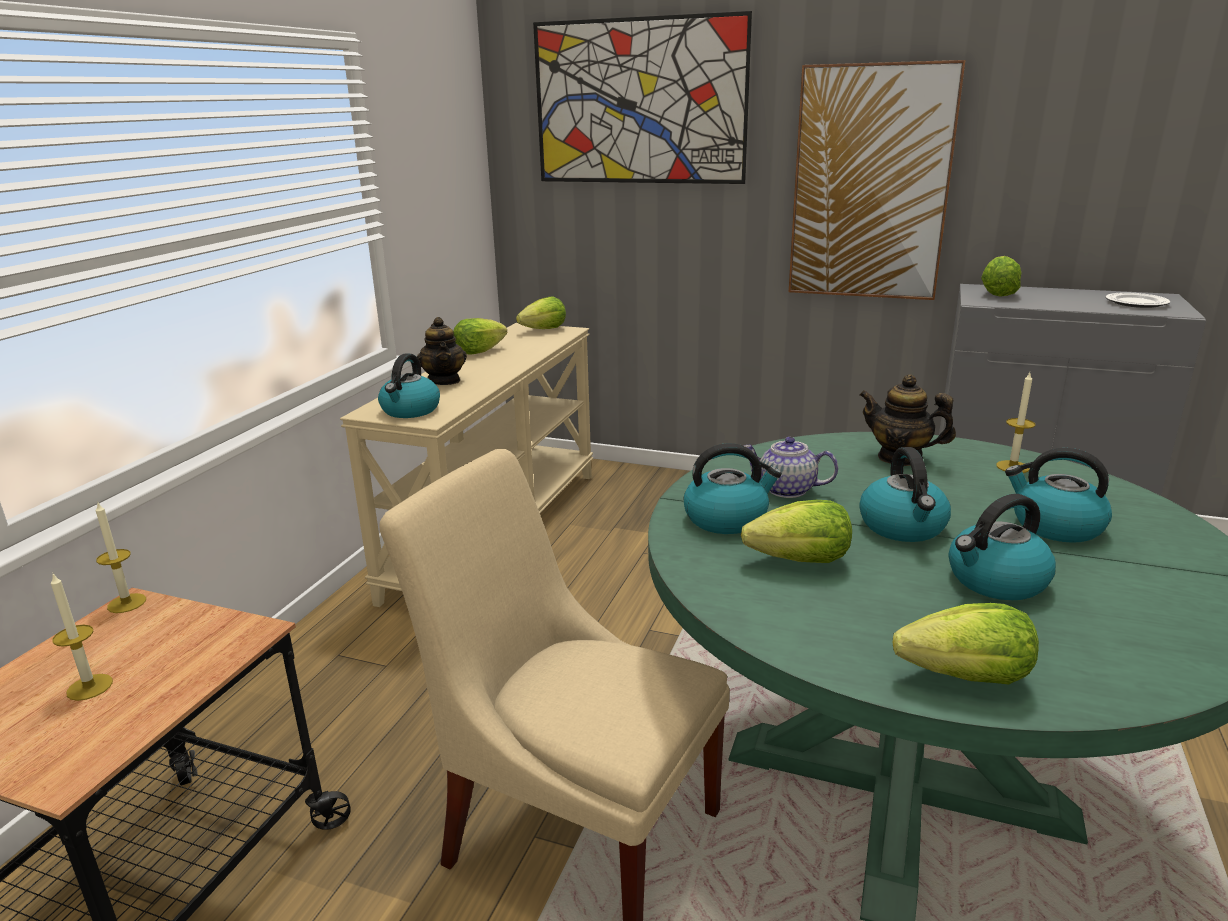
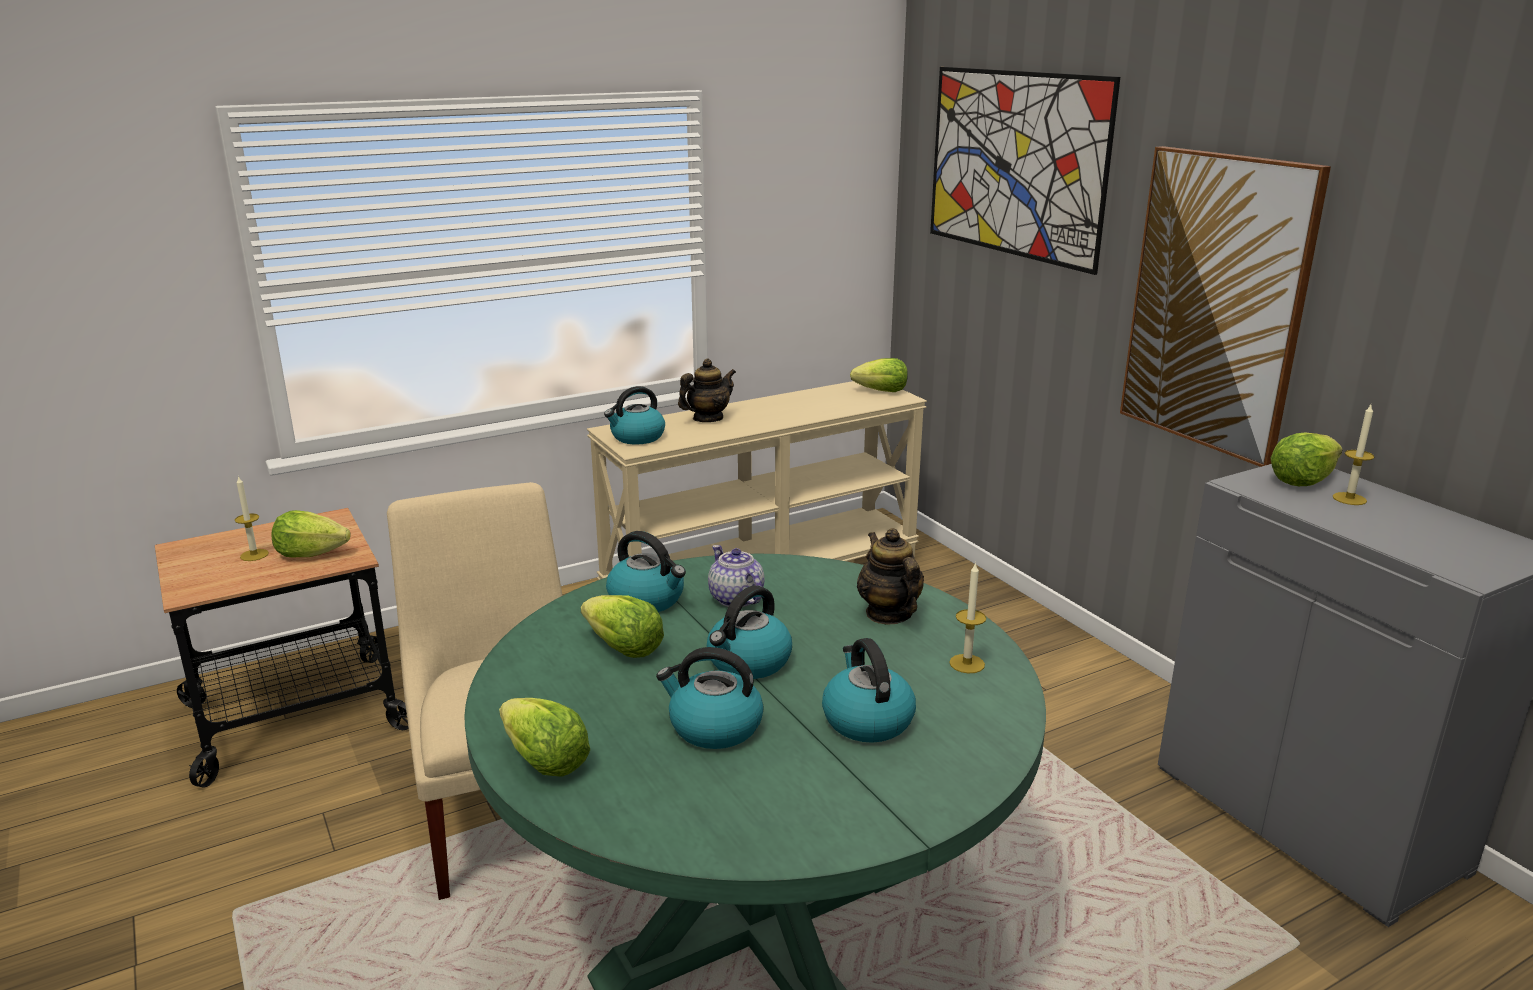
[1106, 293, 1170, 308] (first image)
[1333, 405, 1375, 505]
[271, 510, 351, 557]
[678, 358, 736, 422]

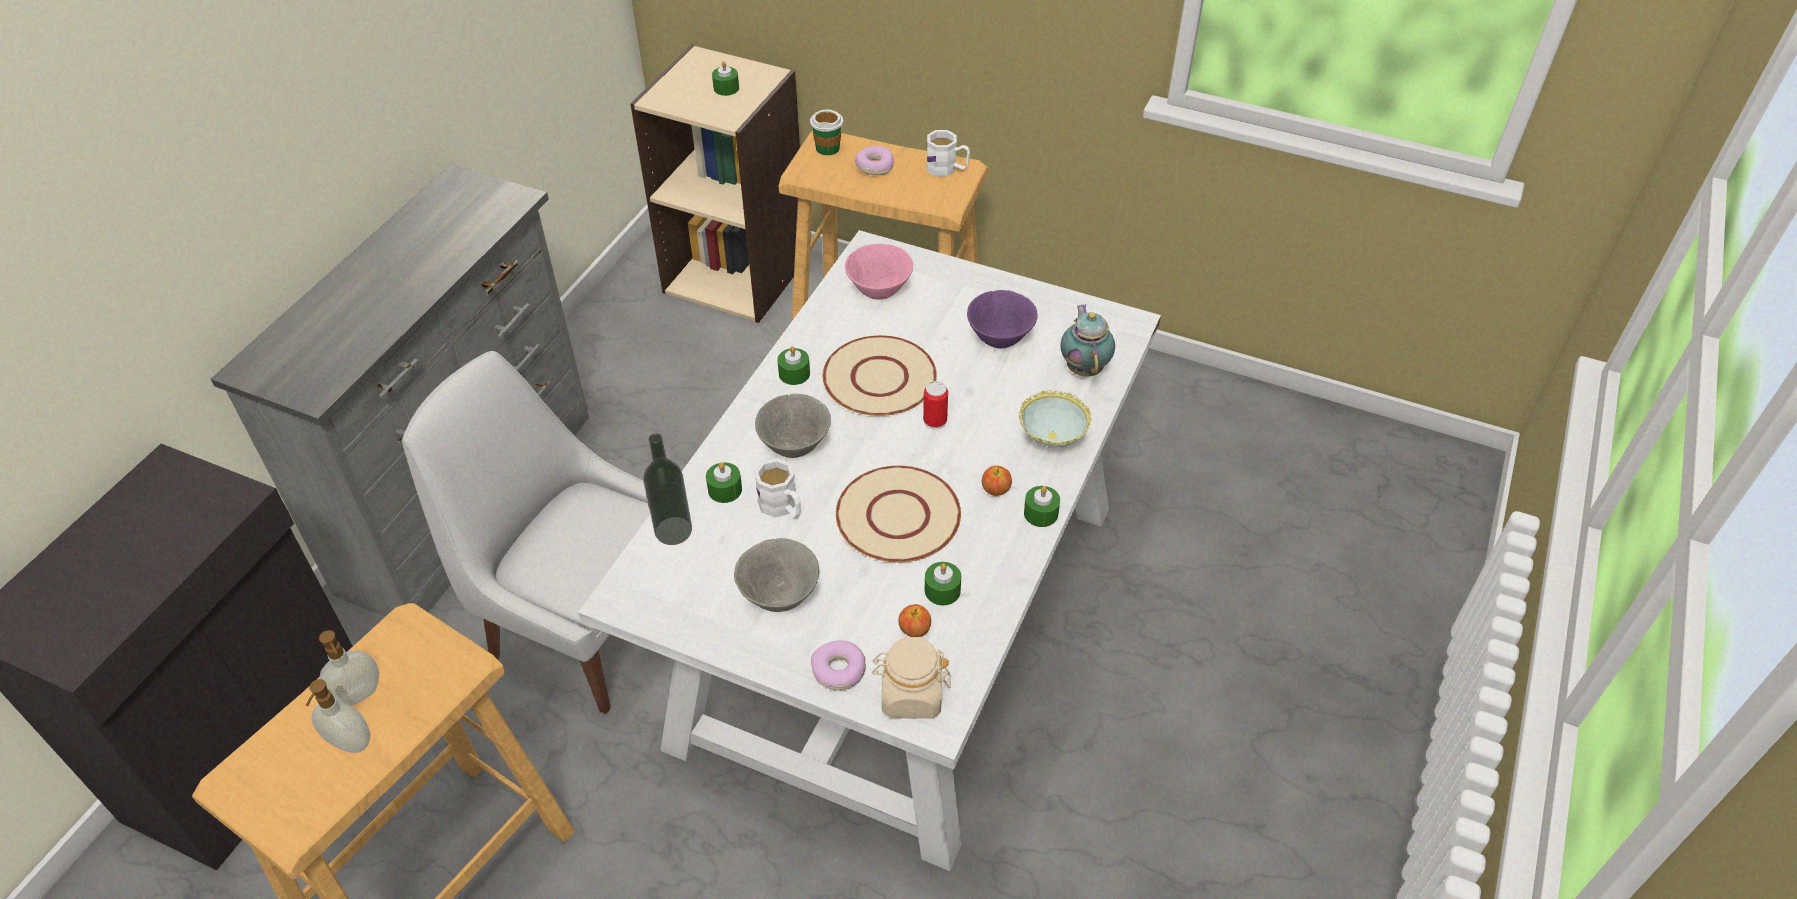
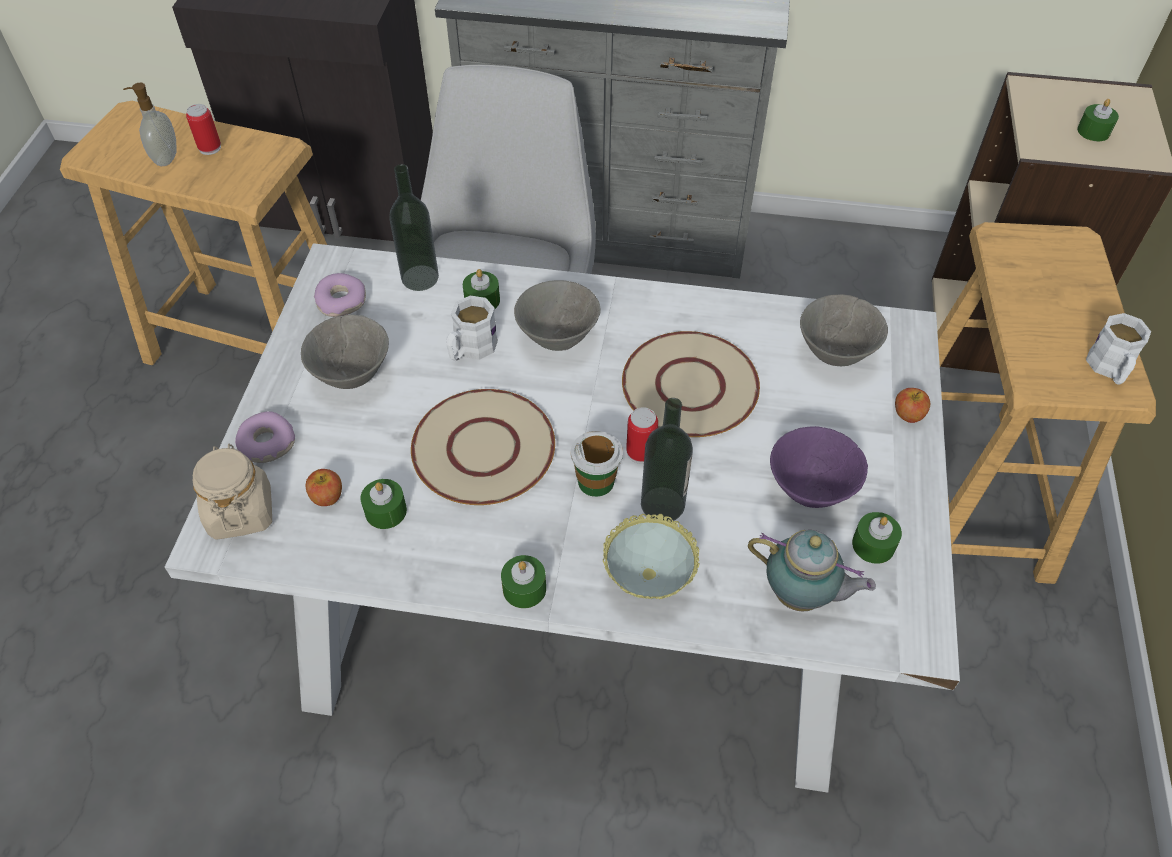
[641, 398, 693, 521]
[852, 512, 902, 564]
[571, 431, 623, 497]
[314, 273, 366, 317]
[895, 388, 930, 423]
[186, 104, 221, 155]
[800, 294, 888, 366]
[748, 530, 876, 611]

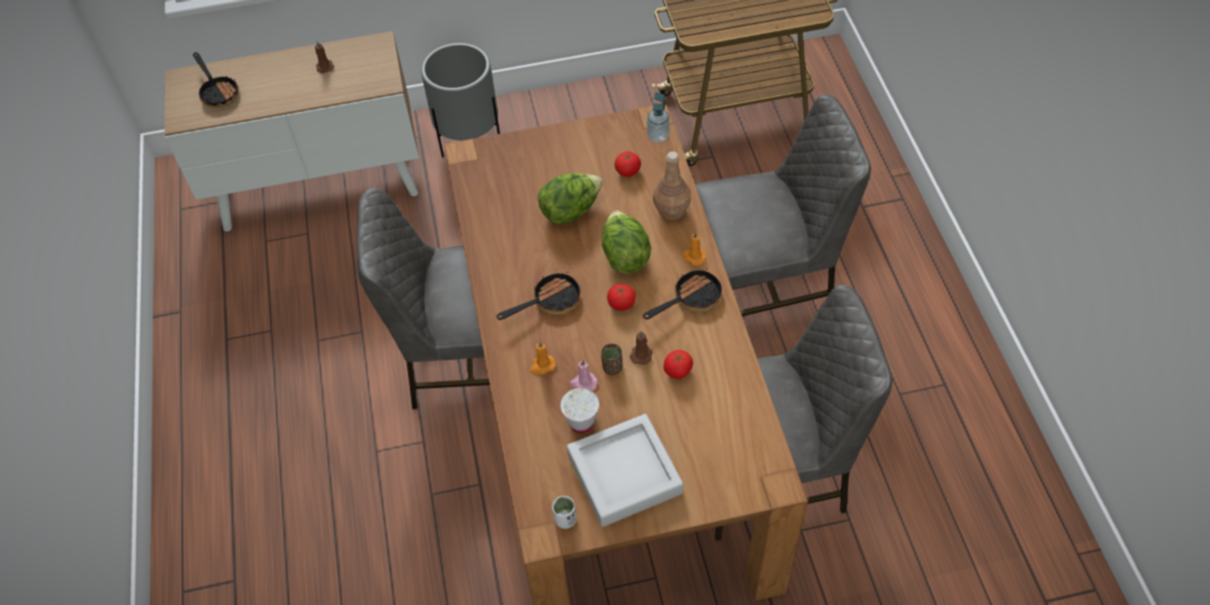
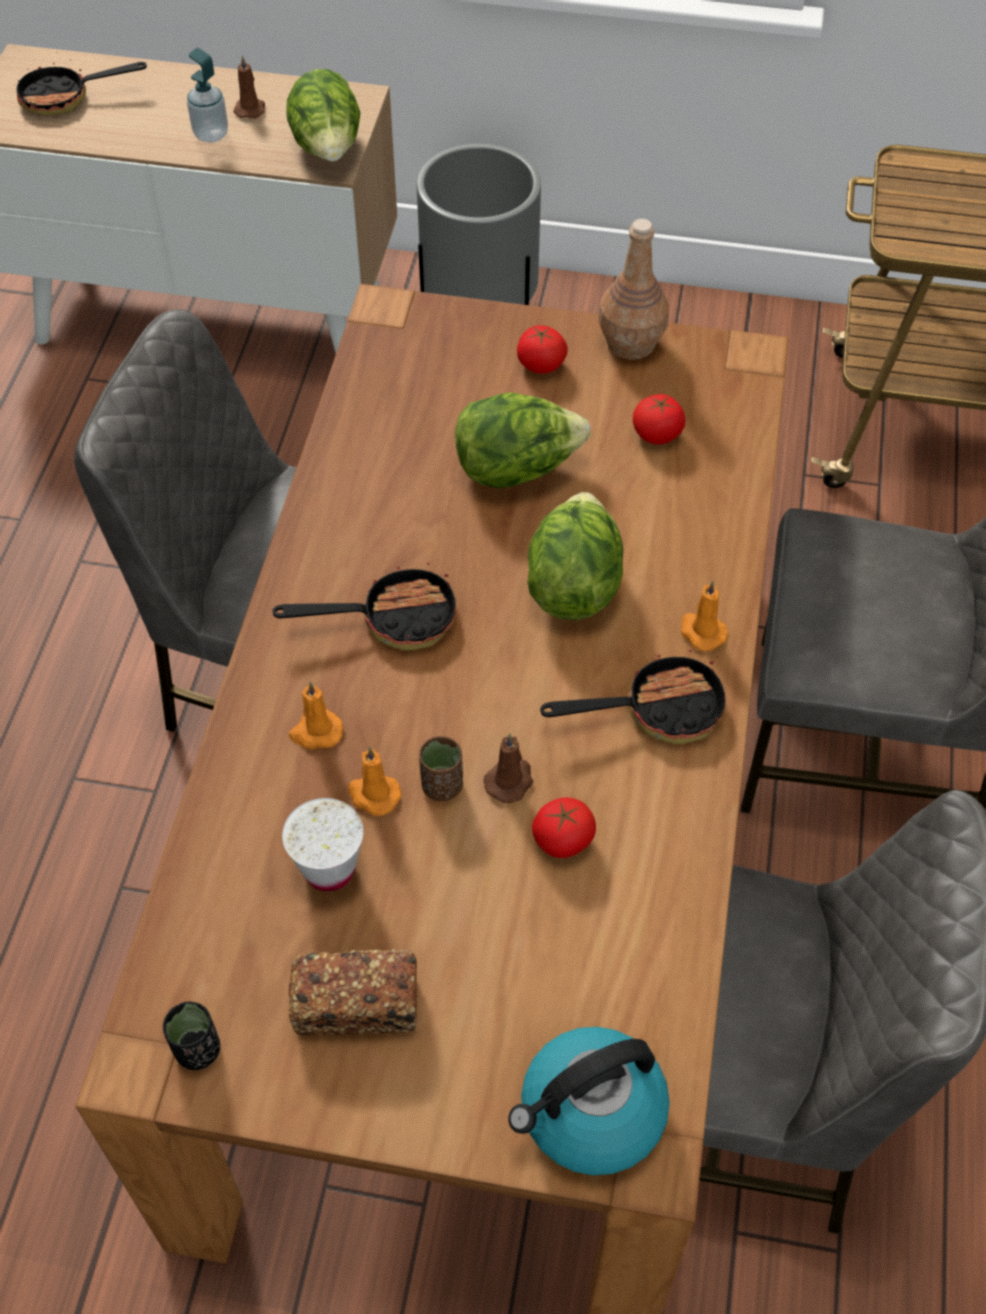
[286, 69, 360, 161]
[508, 1027, 670, 1176]
[517, 325, 568, 374]
[187, 48, 228, 143]
[598, 219, 669, 360]
[289, 949, 417, 1035]
[163, 1002, 220, 1070]
[348, 747, 401, 816]
[14, 52, 147, 116]

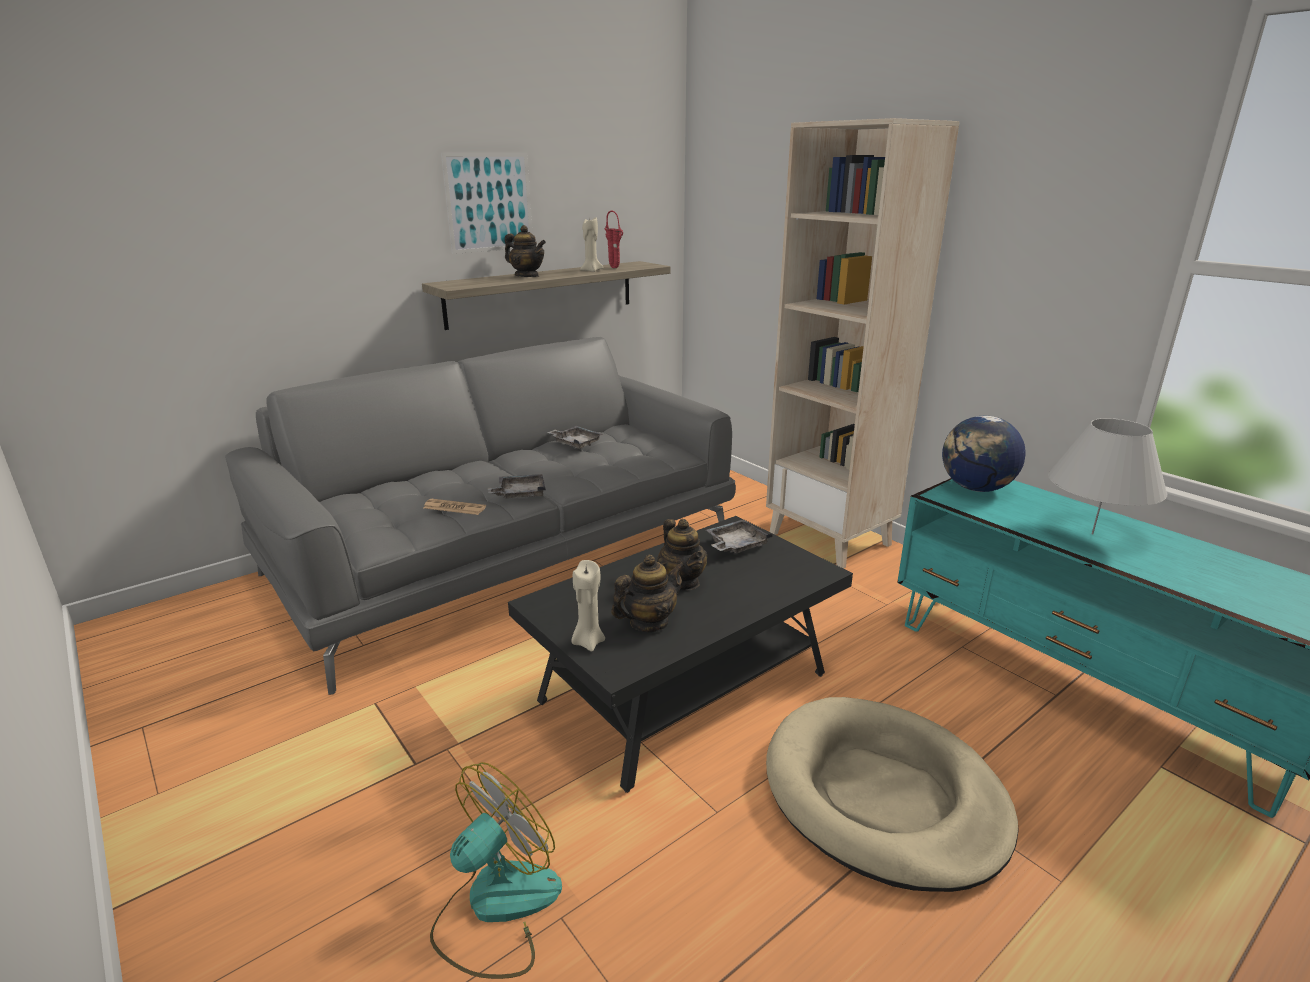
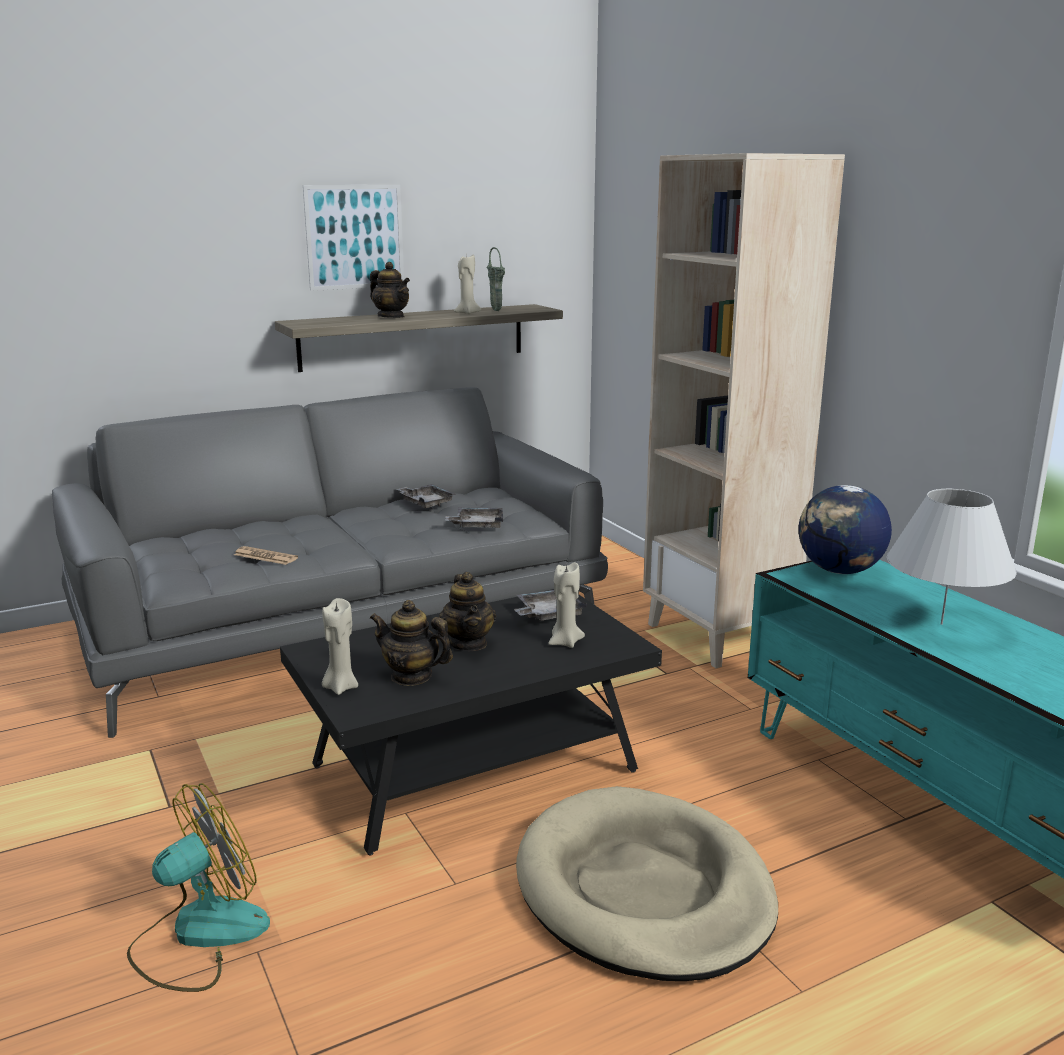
[548, 562, 585, 648]
[445, 507, 503, 528]
[487, 247, 505, 311]
[370, 600, 453, 686]

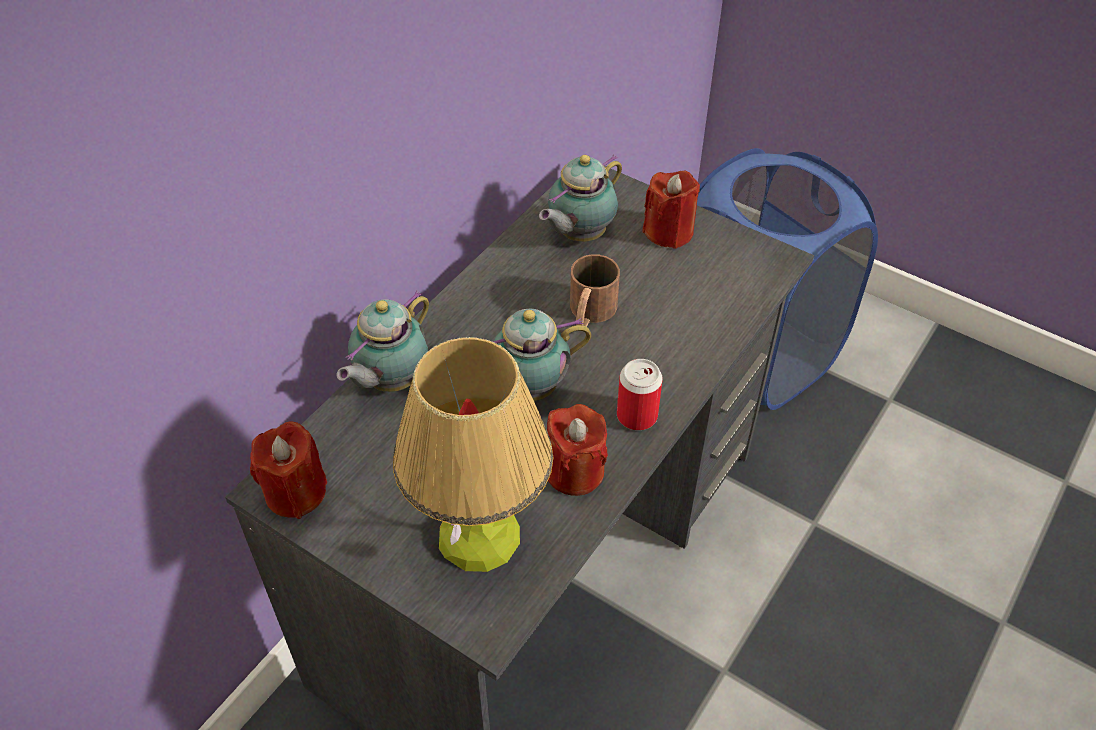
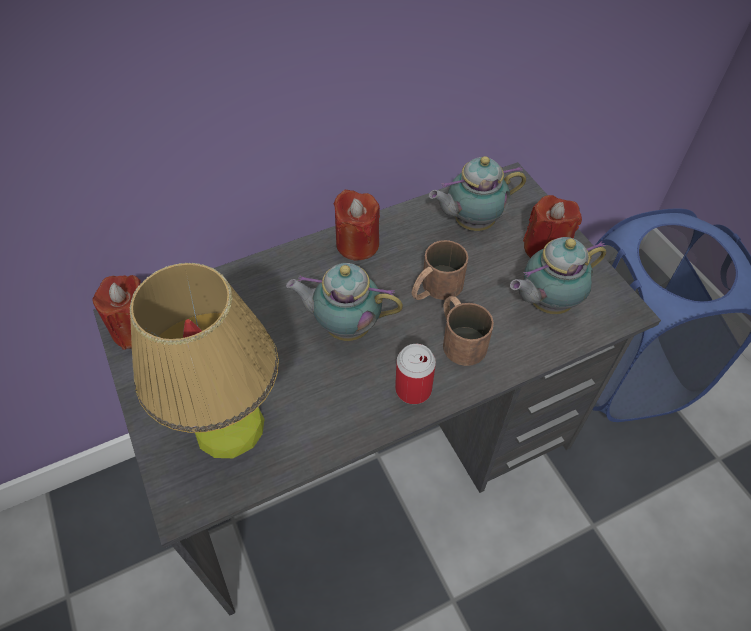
[443, 296, 494, 366]
[510, 237, 606, 314]
[334, 190, 380, 260]

